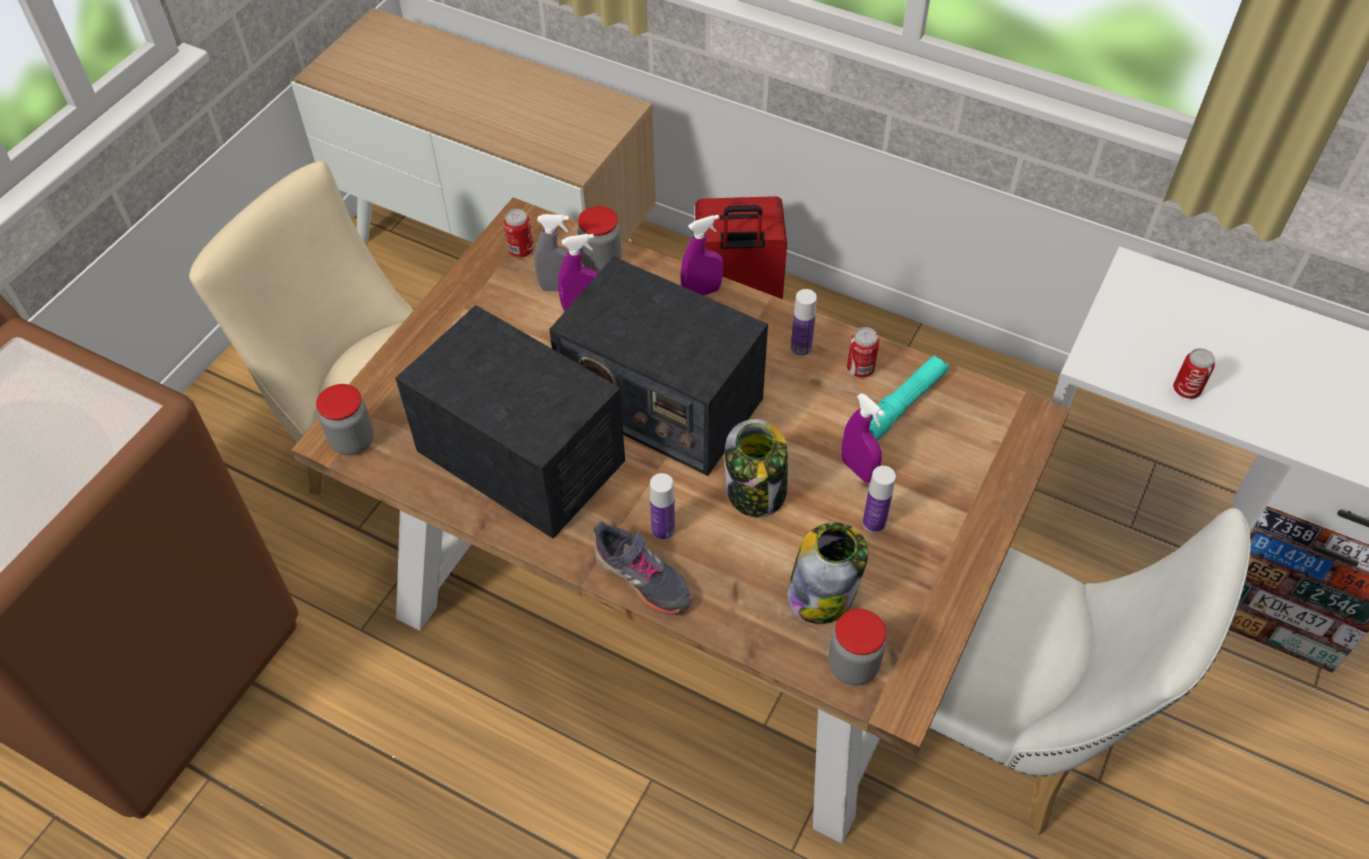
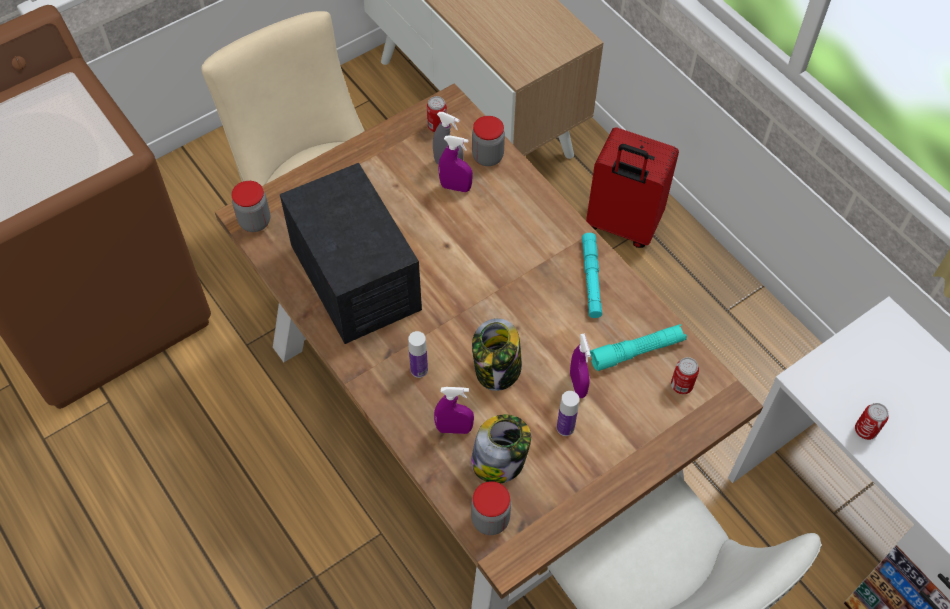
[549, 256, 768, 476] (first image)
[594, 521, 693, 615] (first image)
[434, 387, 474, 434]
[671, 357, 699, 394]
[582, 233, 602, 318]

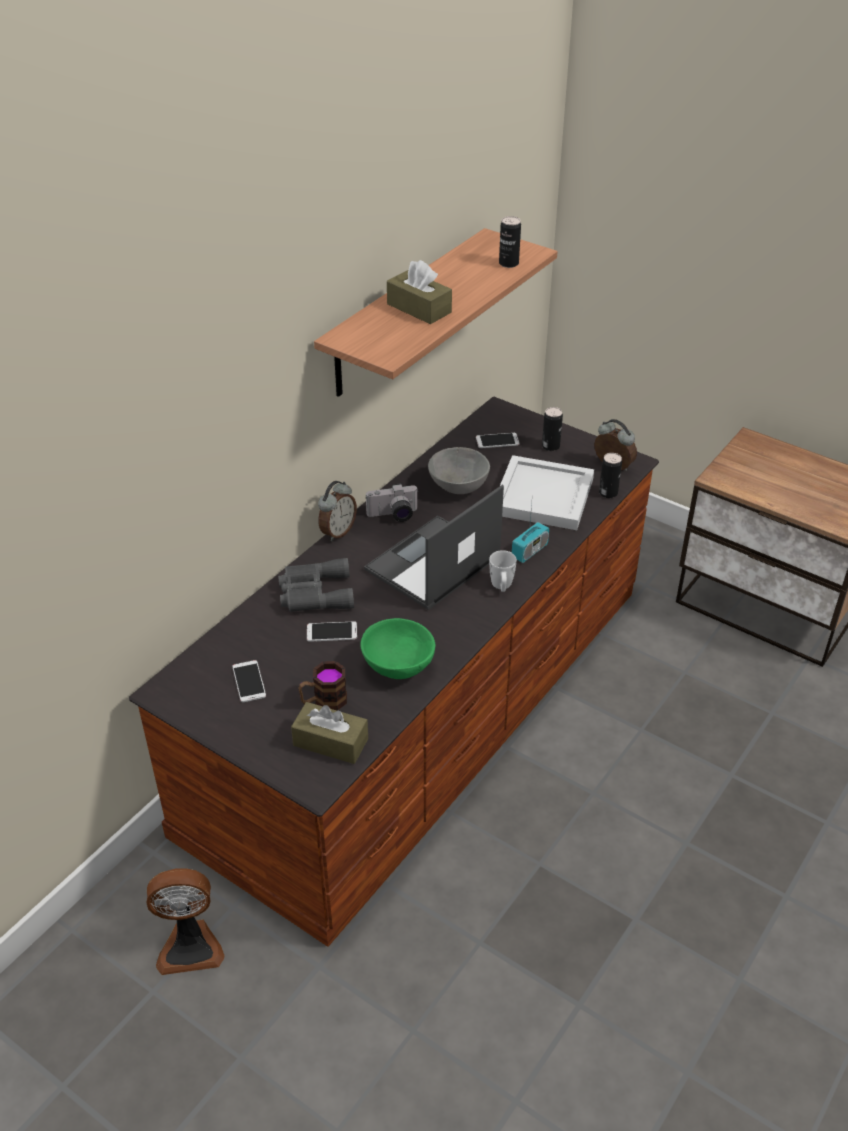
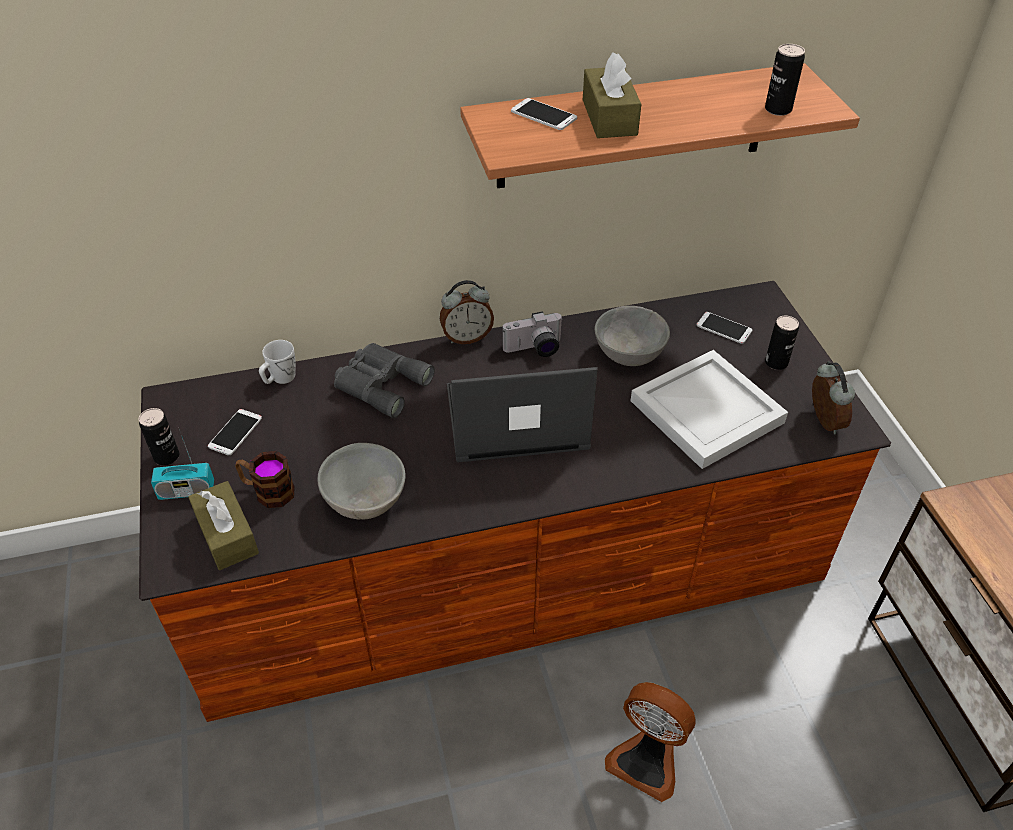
[605, 682, 696, 802]
[511, 98, 577, 130]
[259, 340, 296, 384]
[151, 429, 214, 500]
[139, 408, 179, 465]
[318, 443, 406, 520]
[502, 311, 563, 357]

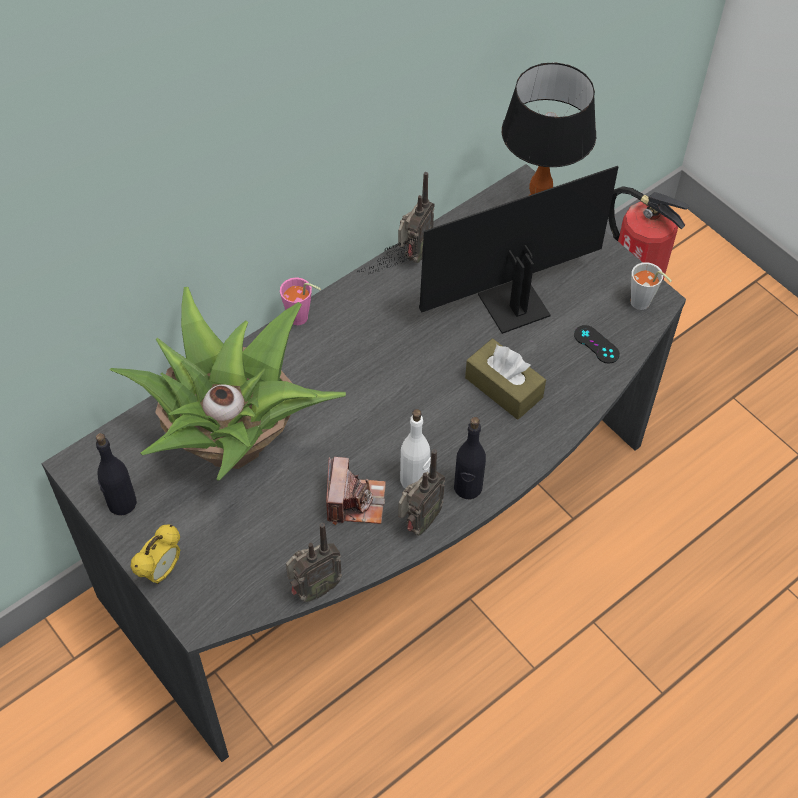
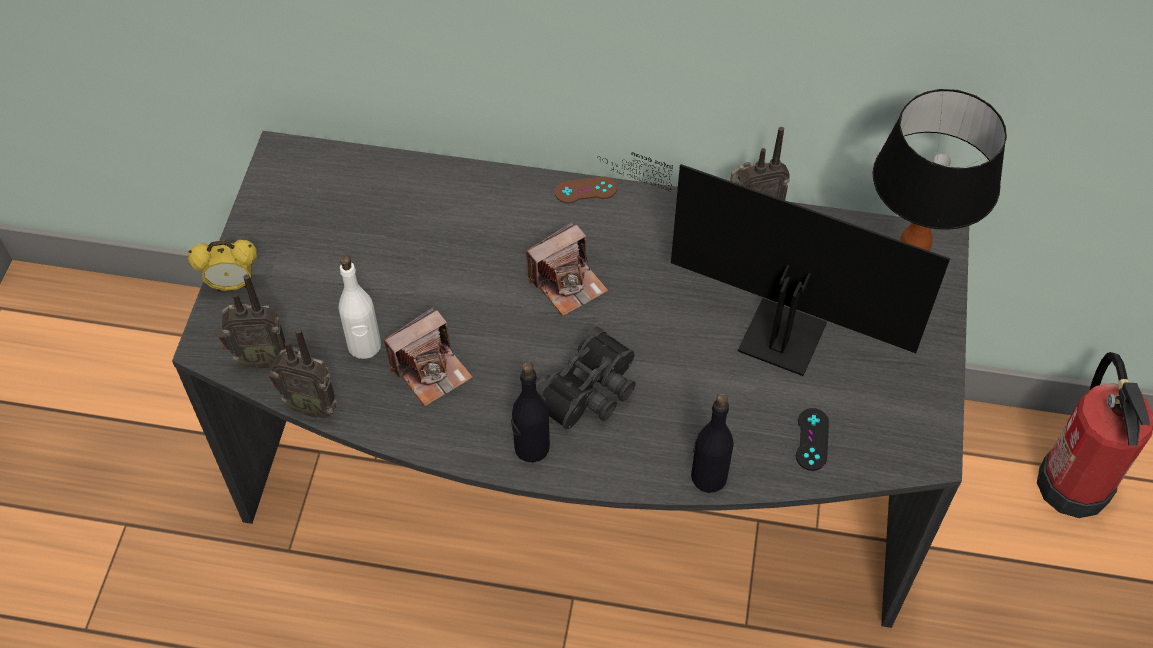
[110, 287, 346, 481] (first image)
[465, 339, 546, 420] (first image)
[631, 262, 672, 310] (first image)
[526, 222, 608, 316]
[536, 326, 636, 430]
[691, 394, 734, 493]
[218, 274, 286, 369]
[338, 255, 381, 359]
[555, 177, 617, 203]

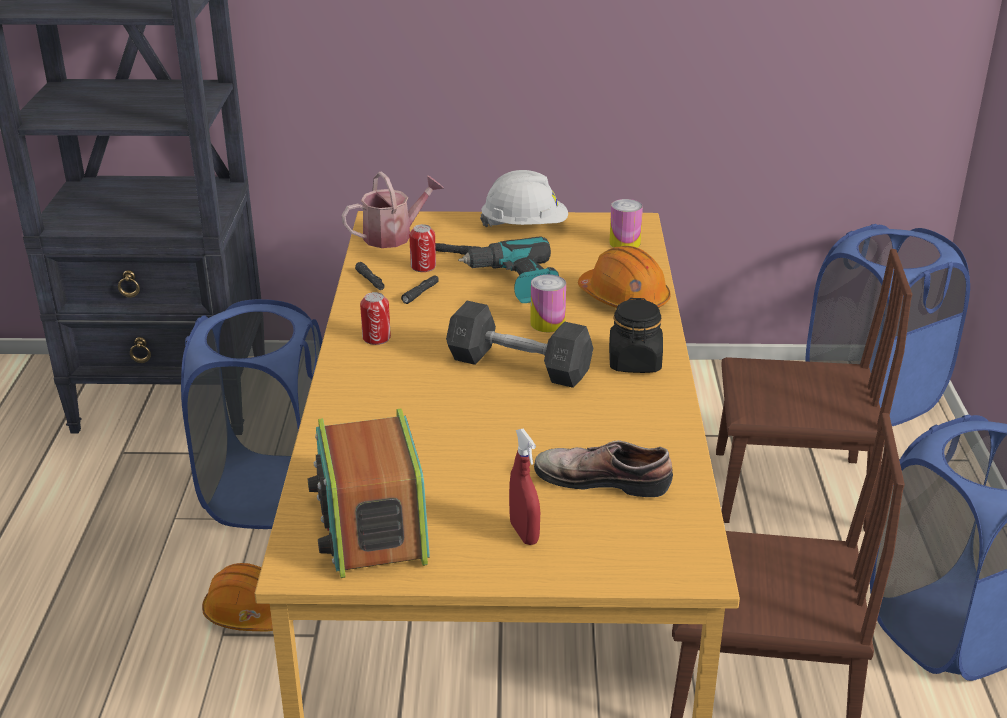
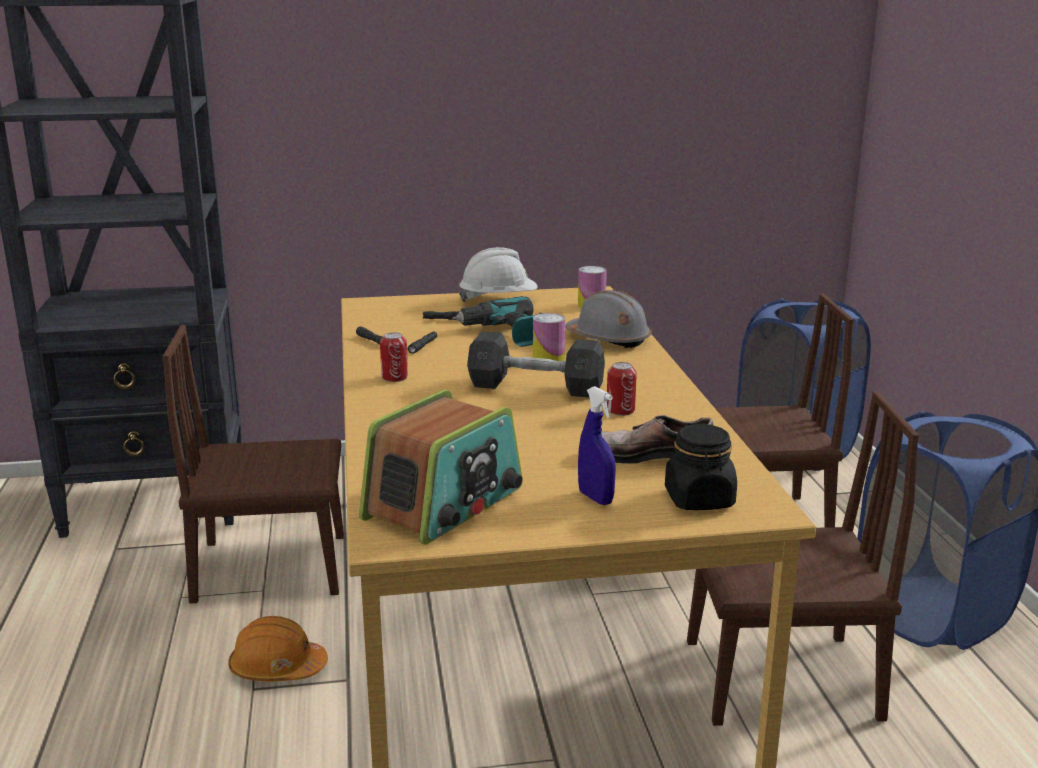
[341, 171, 444, 248] (first image)
[607, 362, 637, 416]
[665, 423, 737, 510]
[163, 325, 344, 603]
[578, 386, 616, 505]
[565, 290, 652, 348]
[359, 390, 523, 545]

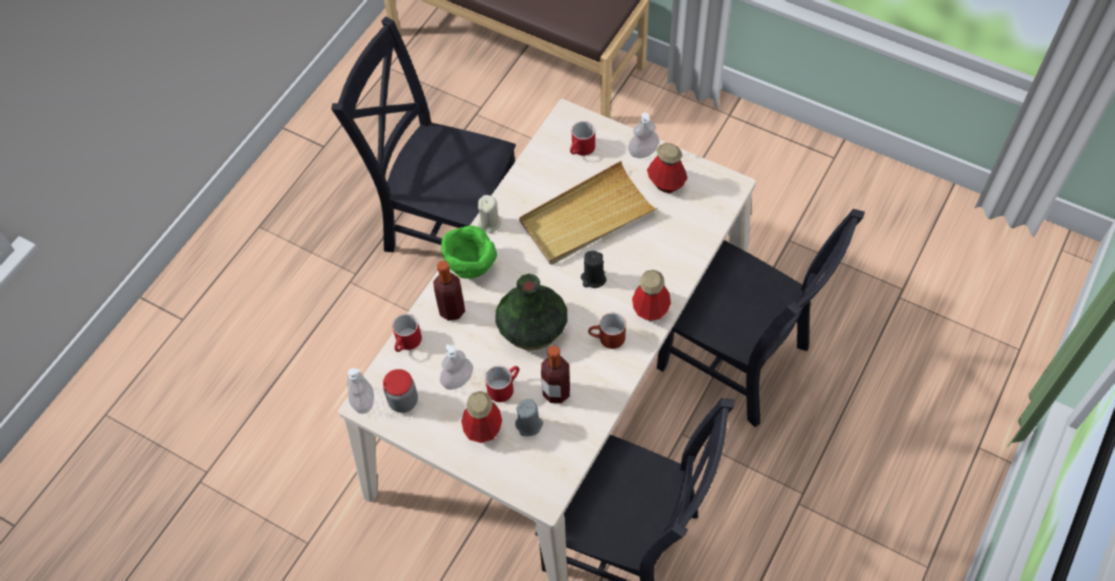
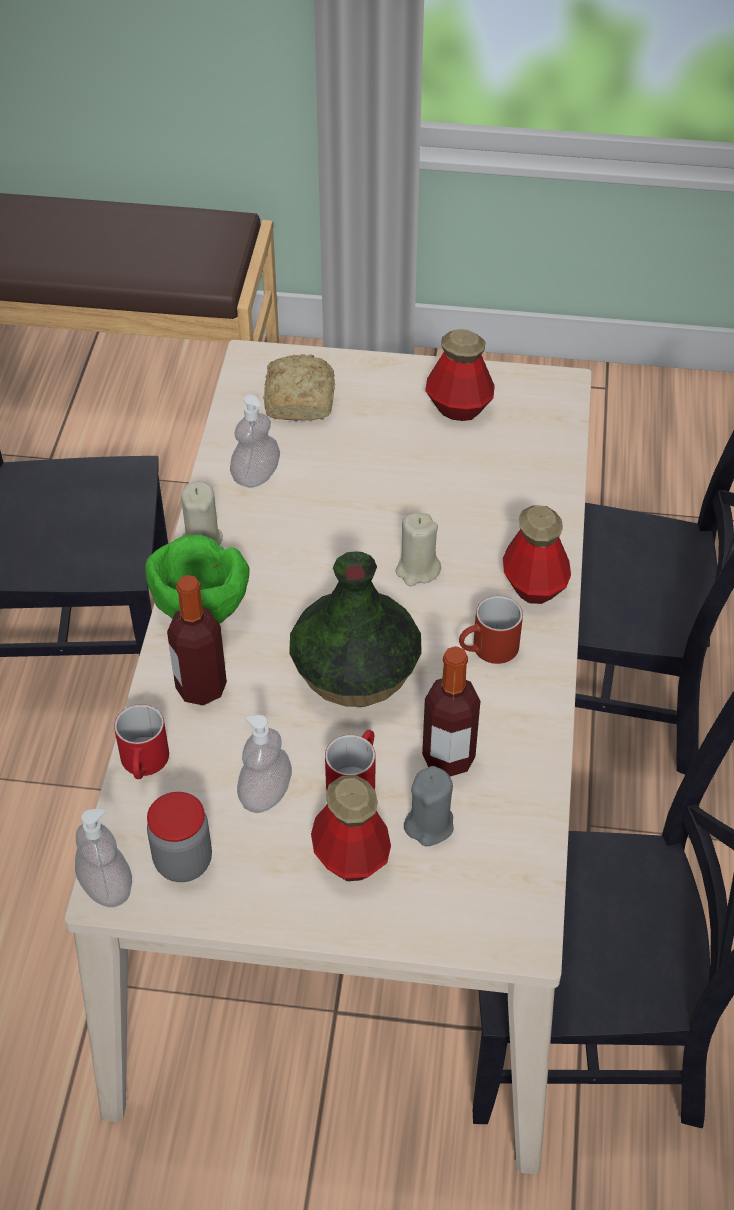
[519, 161, 658, 265] (first image)
[230, 395, 280, 488]
[263, 354, 335, 421]
[395, 513, 441, 586]

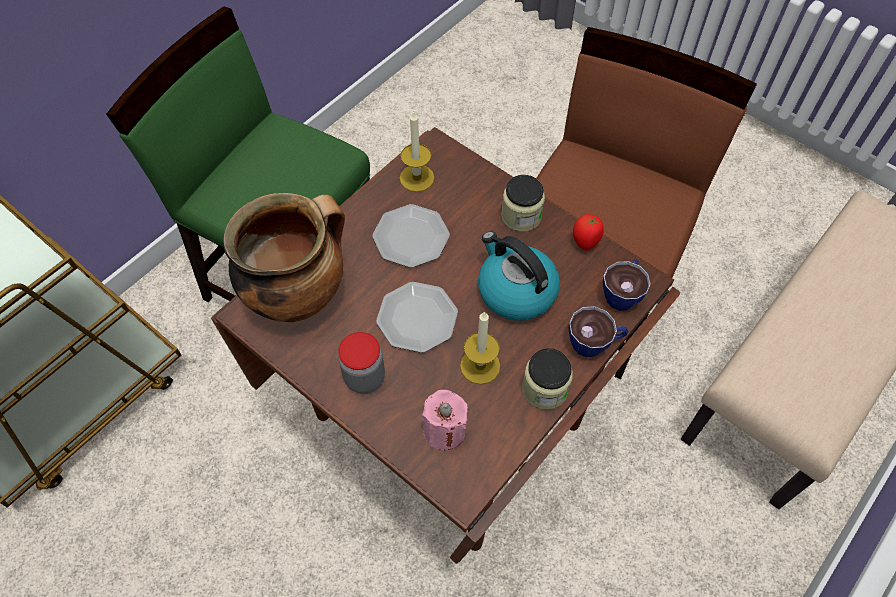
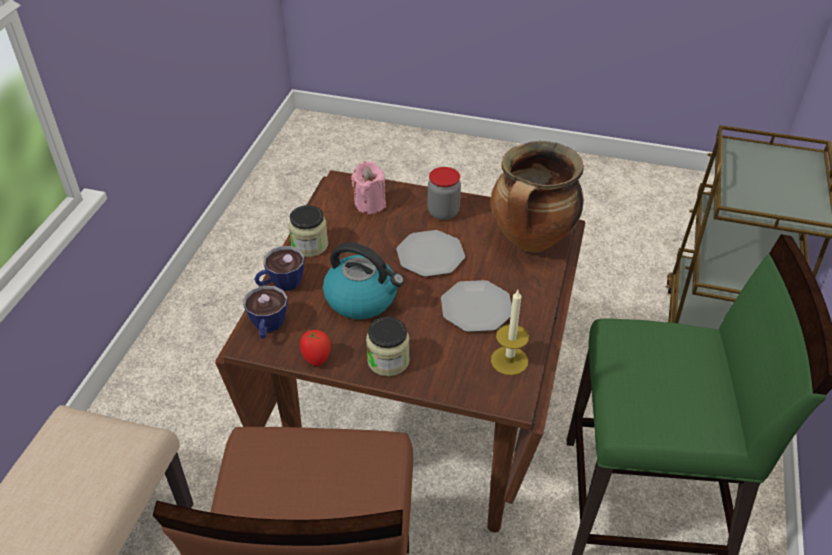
[460, 311, 500, 384] (first image)

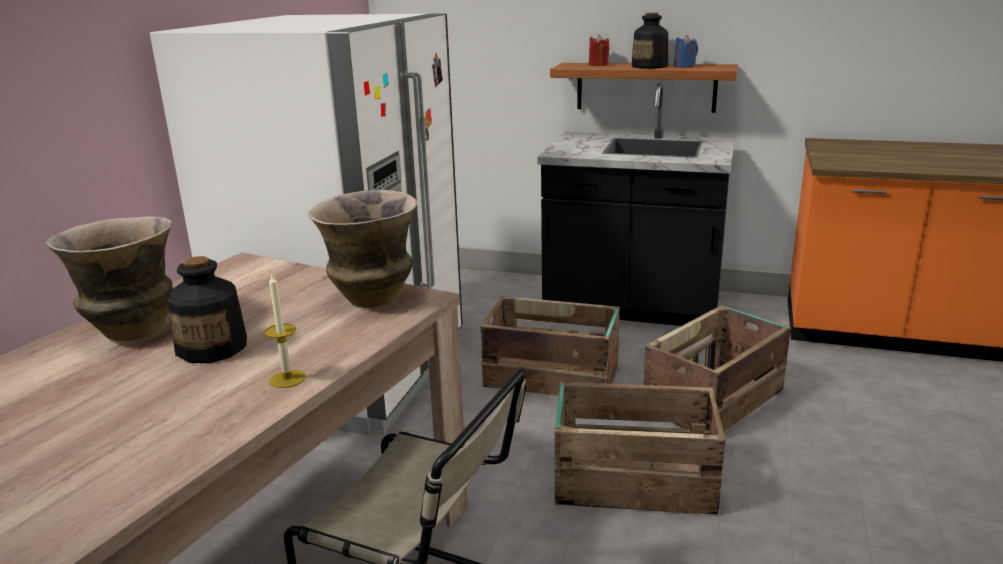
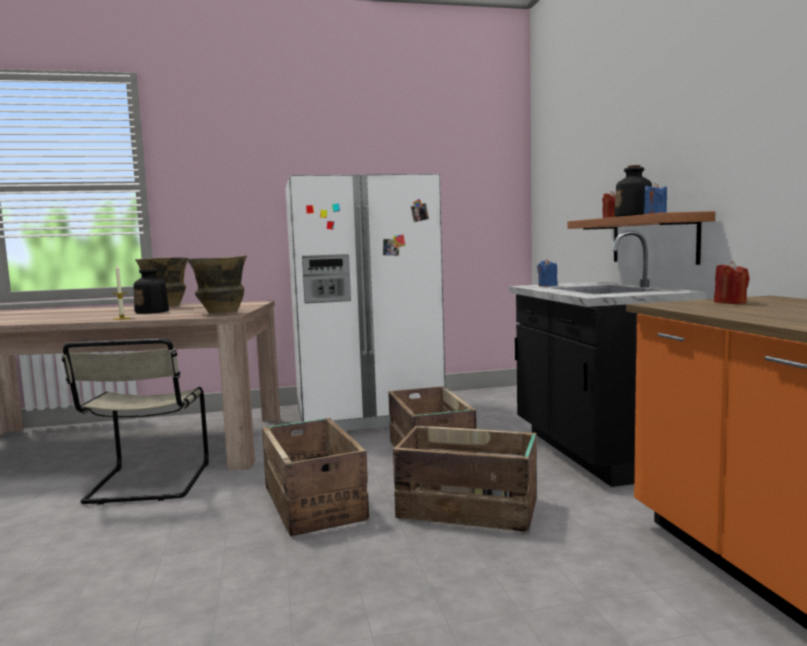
[537, 259, 558, 287]
[714, 261, 750, 304]

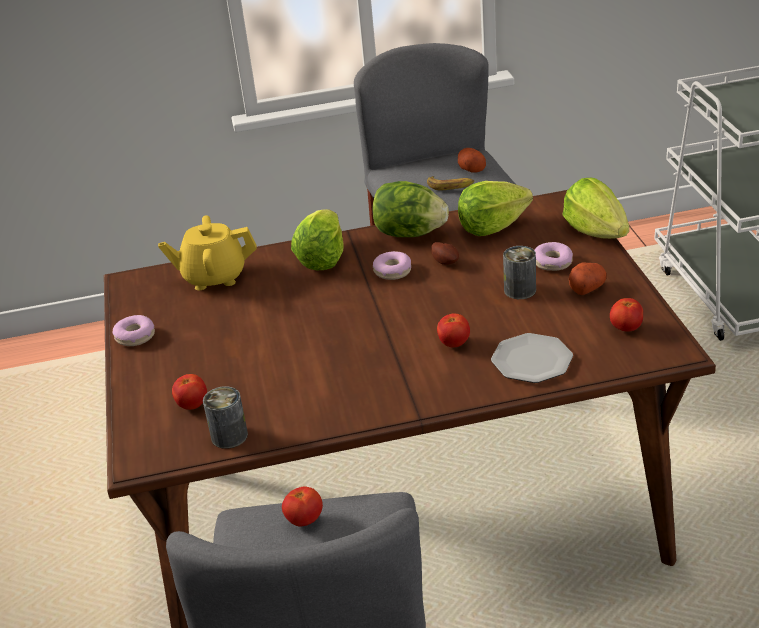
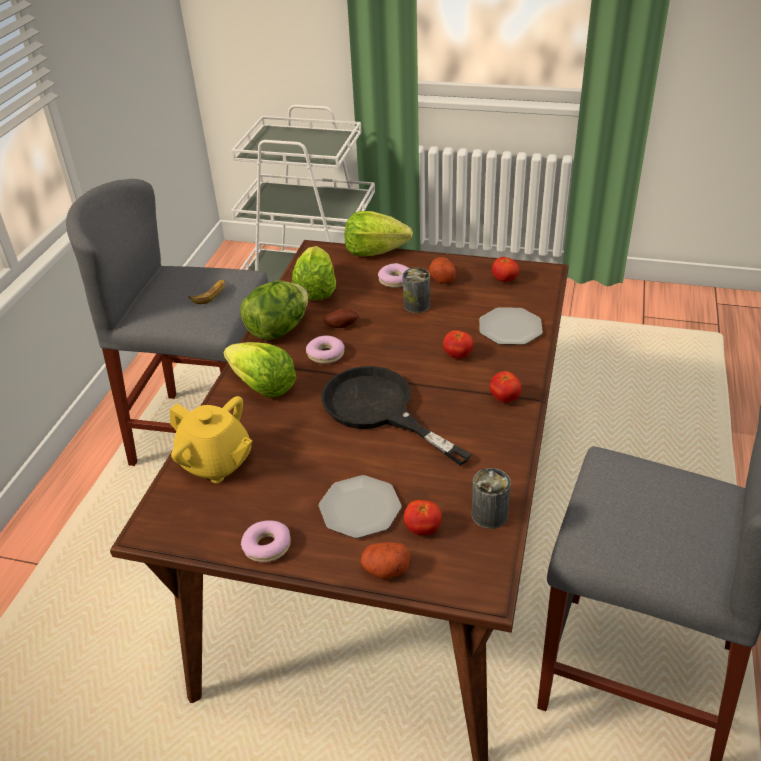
[319, 475, 401, 538]
[321, 366, 472, 466]
[490, 371, 522, 403]
[361, 542, 410, 579]
[170, 396, 252, 483]

